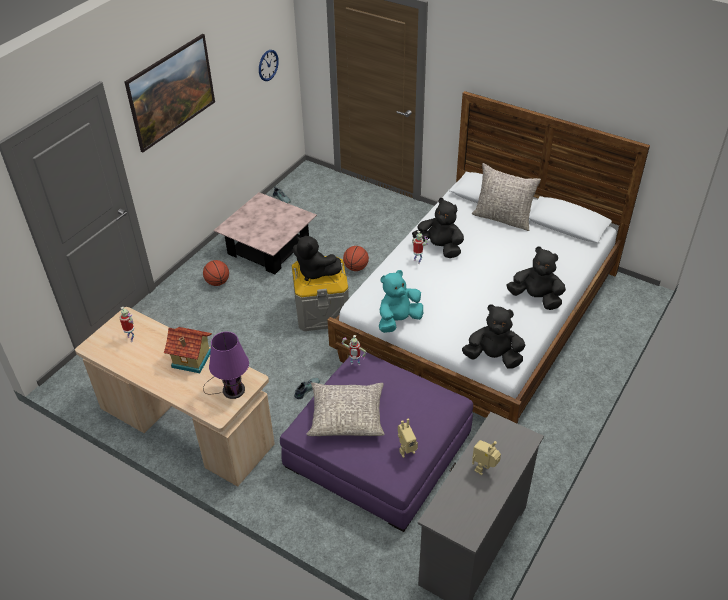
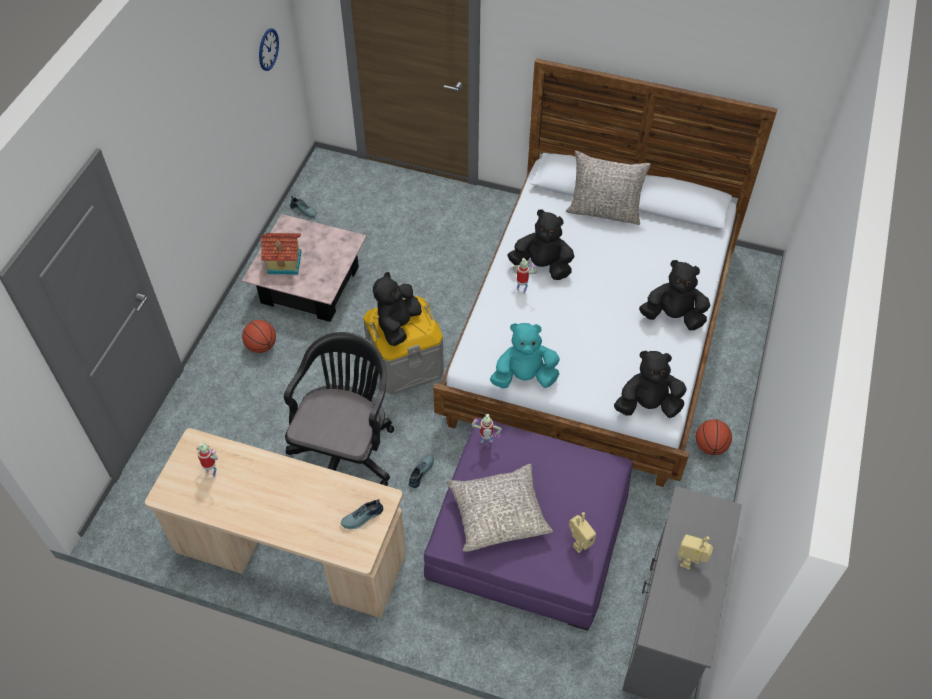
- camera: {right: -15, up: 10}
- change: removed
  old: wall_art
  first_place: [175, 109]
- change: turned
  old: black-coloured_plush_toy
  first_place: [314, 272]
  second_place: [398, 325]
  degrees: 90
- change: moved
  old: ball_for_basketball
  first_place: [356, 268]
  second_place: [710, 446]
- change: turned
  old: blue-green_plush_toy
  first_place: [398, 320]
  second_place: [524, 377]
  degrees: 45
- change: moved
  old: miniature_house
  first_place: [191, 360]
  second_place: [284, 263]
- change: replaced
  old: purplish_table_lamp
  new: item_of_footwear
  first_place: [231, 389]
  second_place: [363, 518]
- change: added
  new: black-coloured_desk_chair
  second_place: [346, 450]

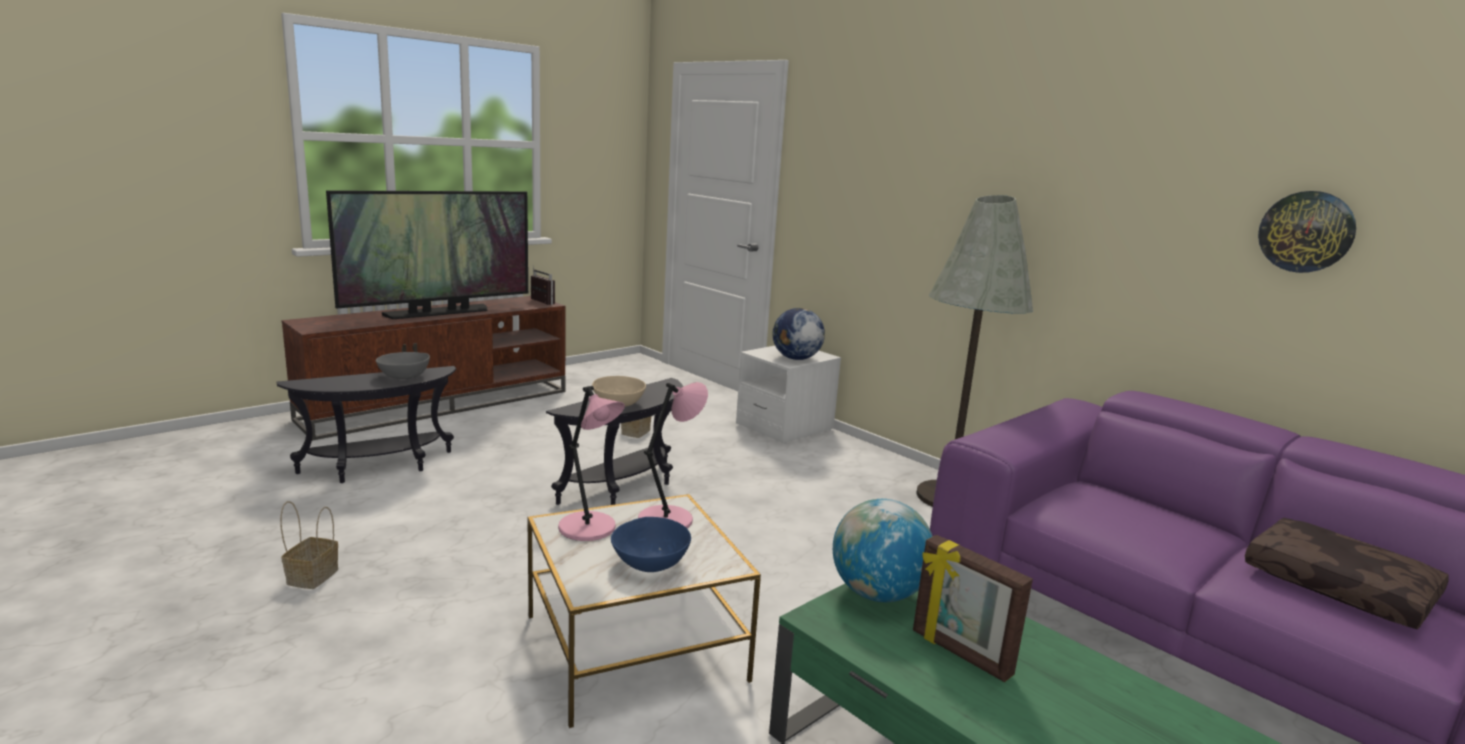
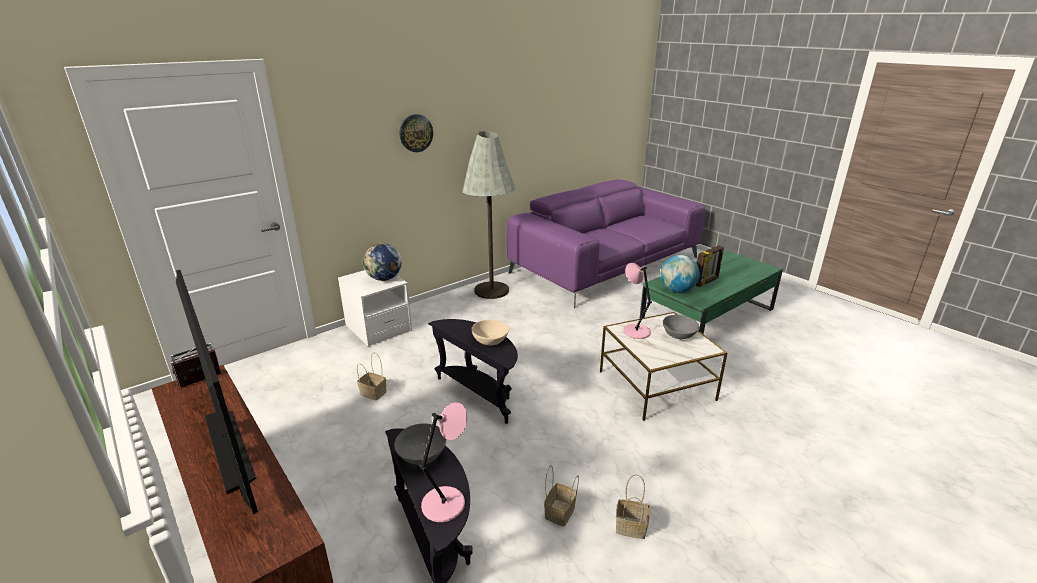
- camera: {right: -85, up: 10}
- change: moved
  old: wall_clock
  first_place: [1306, 232]
  second_place: [415, 133]
- change: moved
  old: pink_table_lamp
  first_place: [589, 529]
  second_place: [445, 503]
- change: recoloured
  old: blue-coloured_serving_bowl
  new: grey_serving_bowl
  first_place: [650, 563]
  second_place: [679, 335]
- change: removed
  old: brownish_throw_pillow
  first_place: [1340, 586]
- change: added
  new: basket
  second_place: [560, 513]

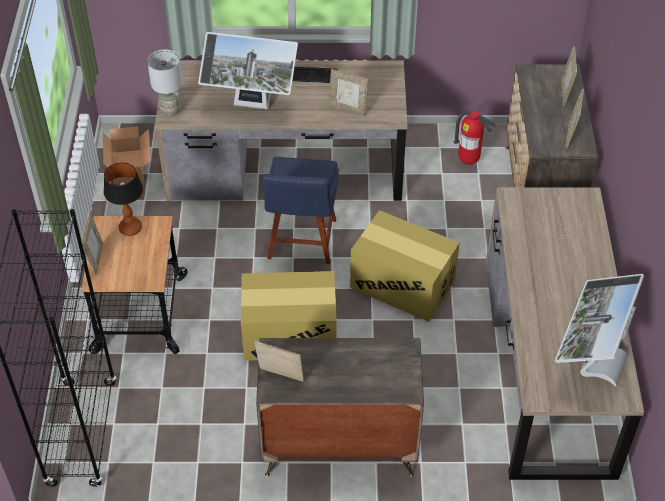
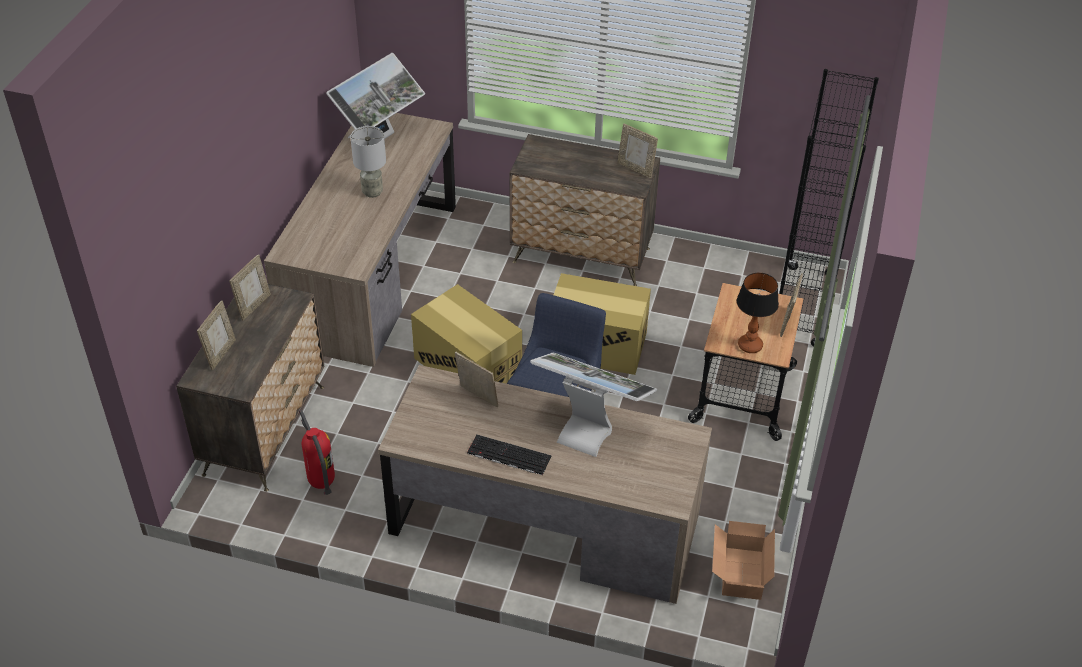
- camera: {right: -165, up: -5}
- change: moved
  old: grey_table_lamp
  first_place: [170, 111]
  second_place: [372, 192]

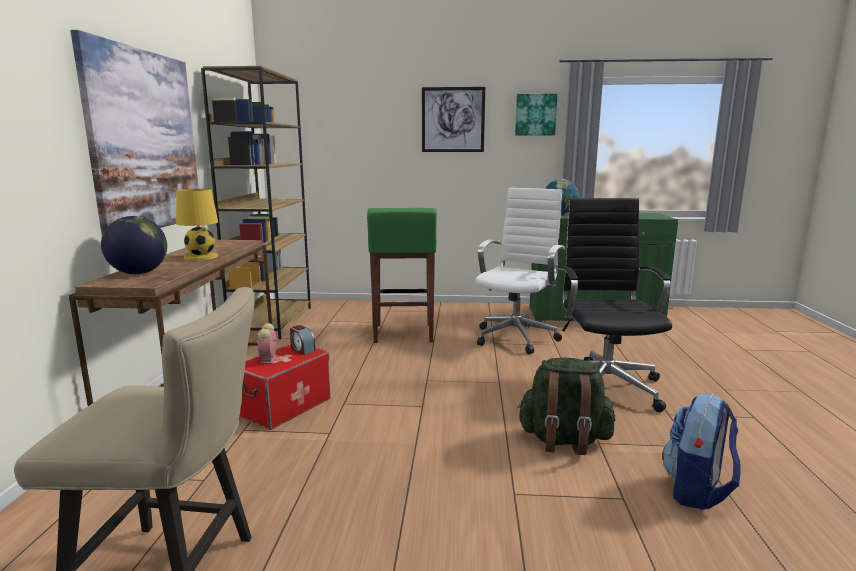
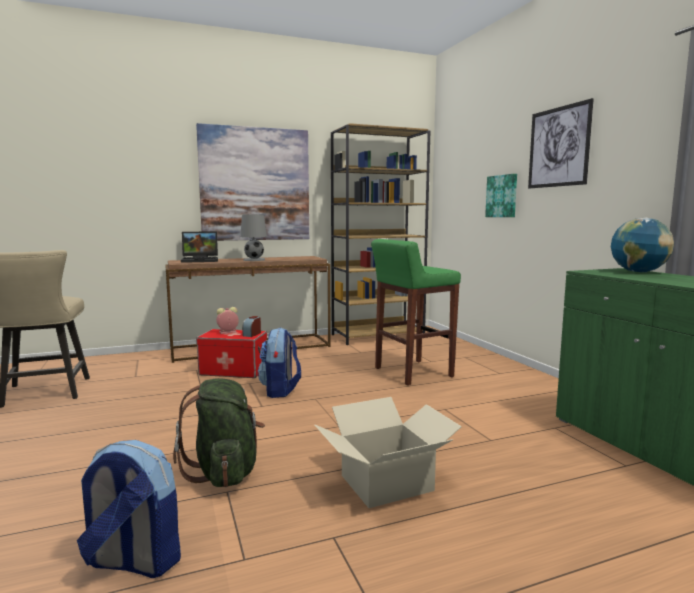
- camera: {right: 65, up: -5}
- change: moved
  old: wall_art
  first_place: [535, 115]
  second_place: [502, 196]
- change: removed
  old: whitish_desk_chair
  first_place: [517, 337]
- change: recoloured
  old: yellow_table_lamp
  new: grey_table_lamp
  first_place: [200, 257]
  second_place: [254, 260]
- change: replaced
  old: black-coloured_desk_chair
  new: cardboard_box
  first_place: [604, 385]
  second_place: [387, 483]
- change: replaced
  old: globe
  new: laptop
  first_place: [138, 273]
  second_place: [201, 260]
- change: added
  new: knapsack
  second_place: [280, 390]

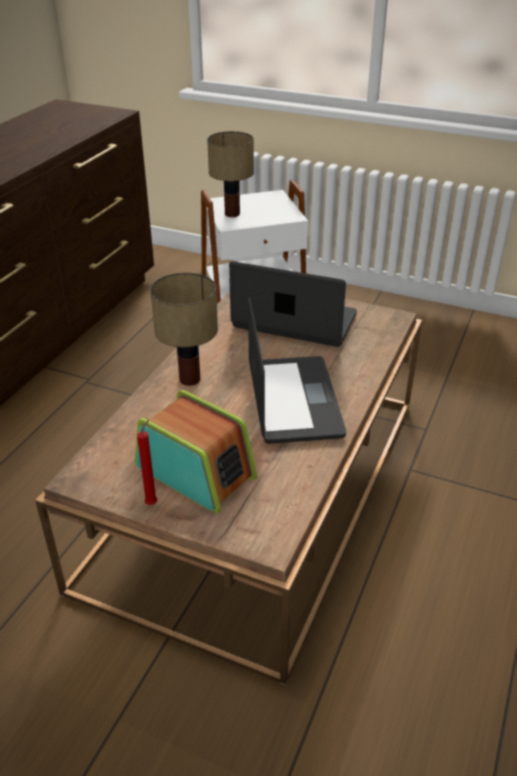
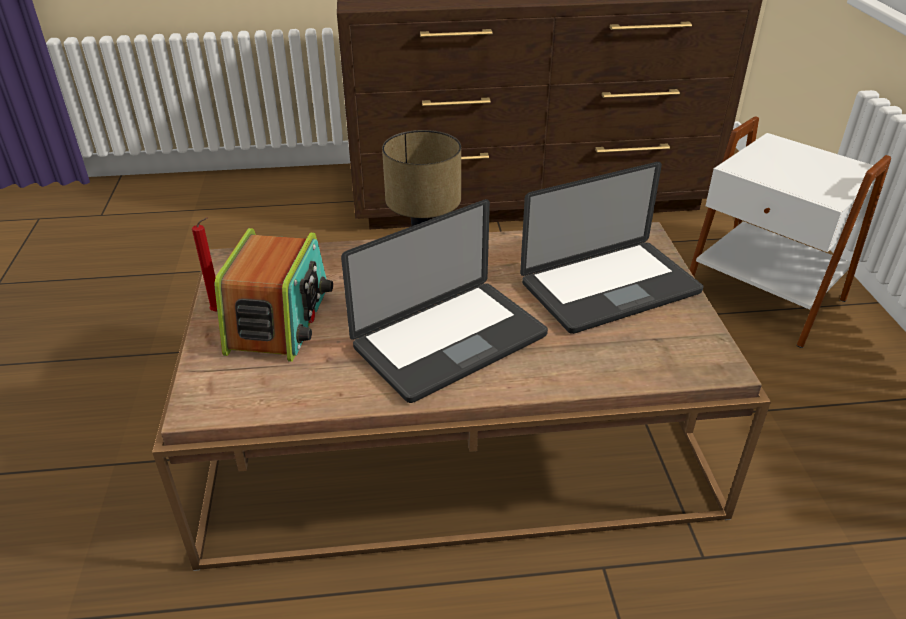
- camera: {right: 60, up: 0}
- change: removed
  old: table_lamp
  first_place: [232, 214]
- change: turned
  old: laptop
  first_place: [294, 321]
  second_place: [610, 288]
  degrees: 75

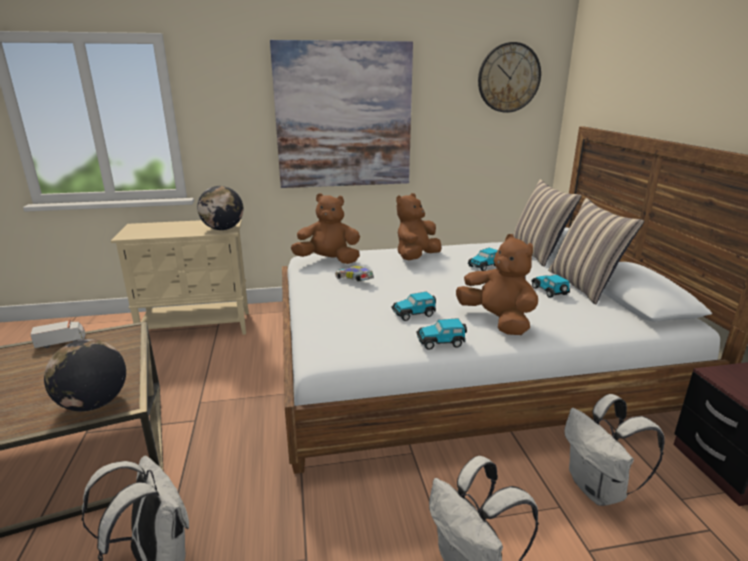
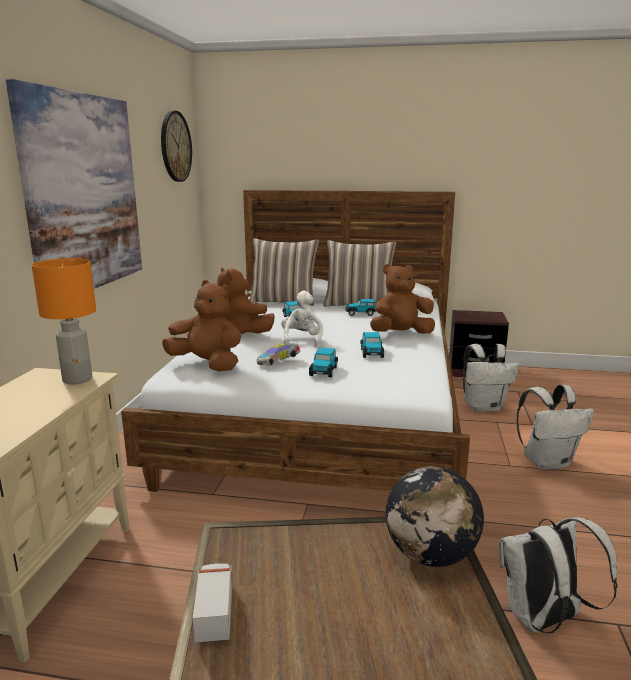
- camera: {right: -70, up: -5}
- change: replaced
  old: globe
  new: orange-coloured_table_lamp
  first_place: [223, 229]
  second_place: [78, 380]
- change: turned
  old: brownish_plush_toy
  first_place: [328, 260]
  second_place: [207, 364]
  degrees: 90
- change: moved
  old: miniature_car
  first_place: [441, 342]
  second_place: [323, 371]
- change: added
  new: whitish_plush_toy
  second_place: [302, 340]

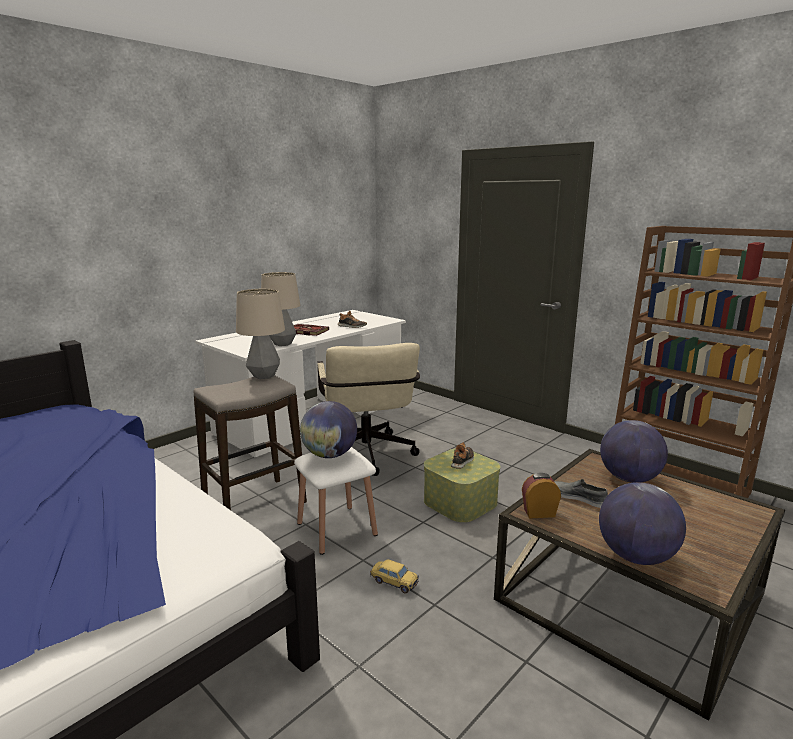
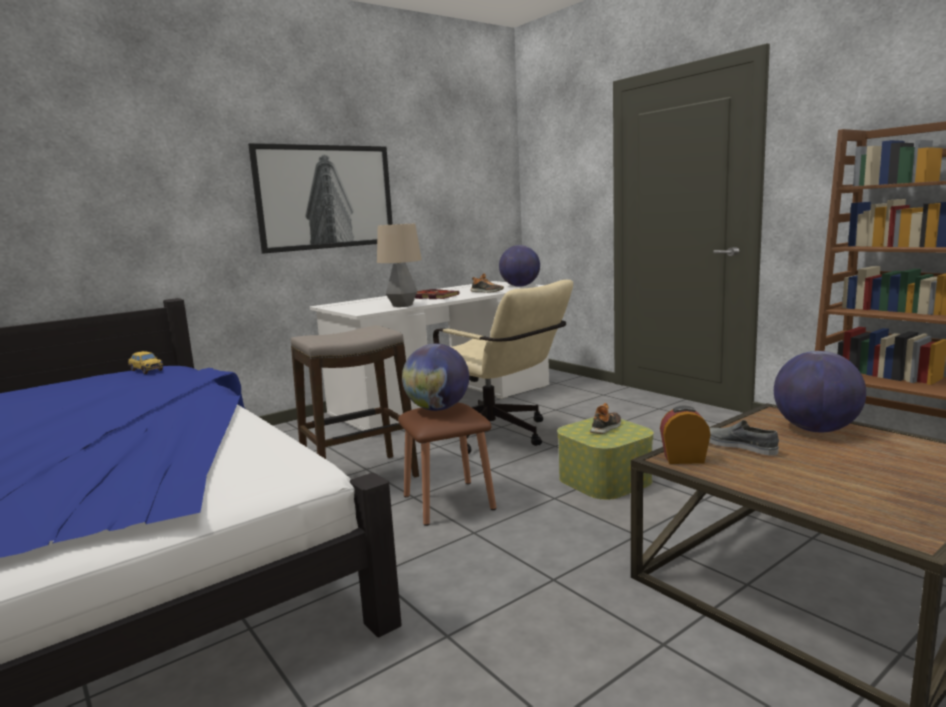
- camera: {right: 10, up: -5}
- change: removed
  old: table_lamp
  first_place: [264, 376]
- change: turned
  old: beige-coloured_desk_chair
  first_place: [368, 457]
  second_place: [499, 436]
  degrees: -45
- change: recoloured
  old: whitish_stool
  new: brownish_stool
  first_place: [336, 529]
  second_place: [448, 502]
- change: moved
  old: globe
  first_place: [635, 556]
  second_place: [520, 286]
- change: moved
  old: miniature_car
  first_place: [394, 582]
  second_place: [146, 370]
- change: added
  new: wall_art
  second_place: [325, 197]

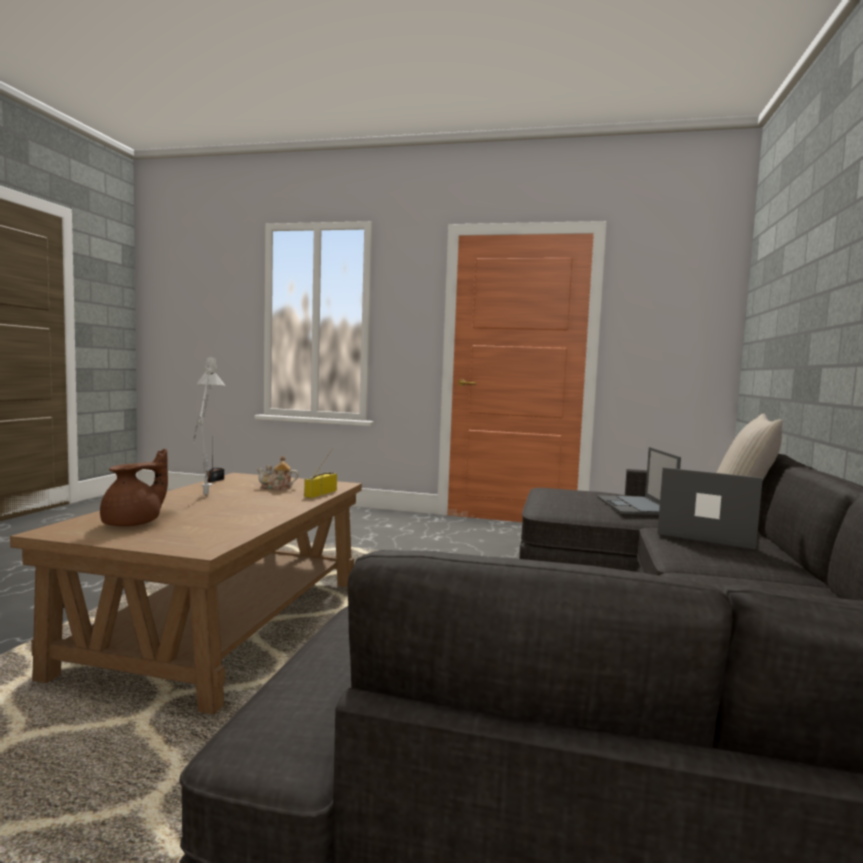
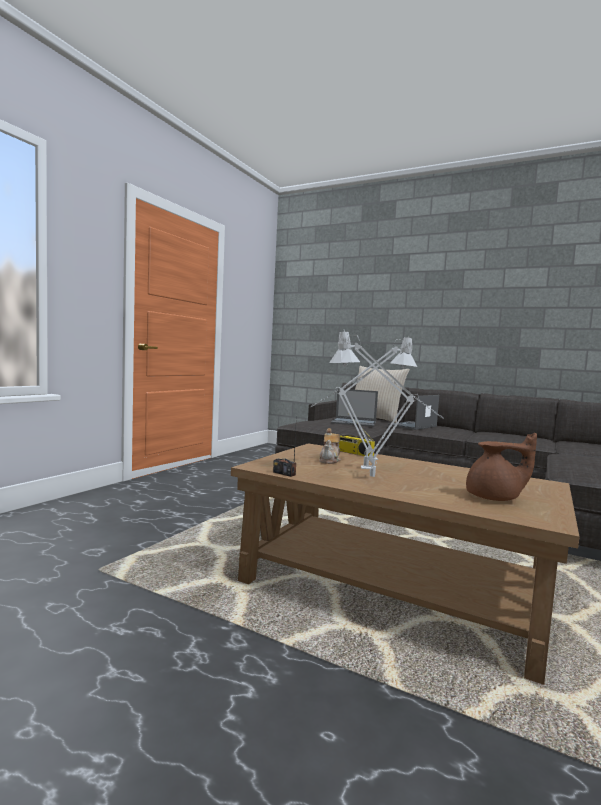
- camera: {right: -75, up: 0}
- change: turned
  old: brownish_tea_pot
  first_place: [134, 523]
  second_place: [495, 498]
  degrees: 135
- change: added
  new: grey_table_lamp
  second_place: [358, 468]

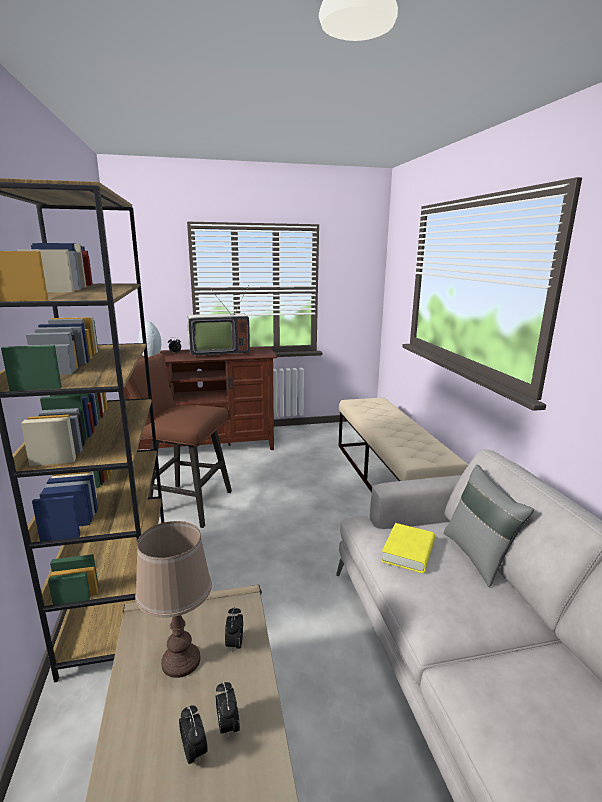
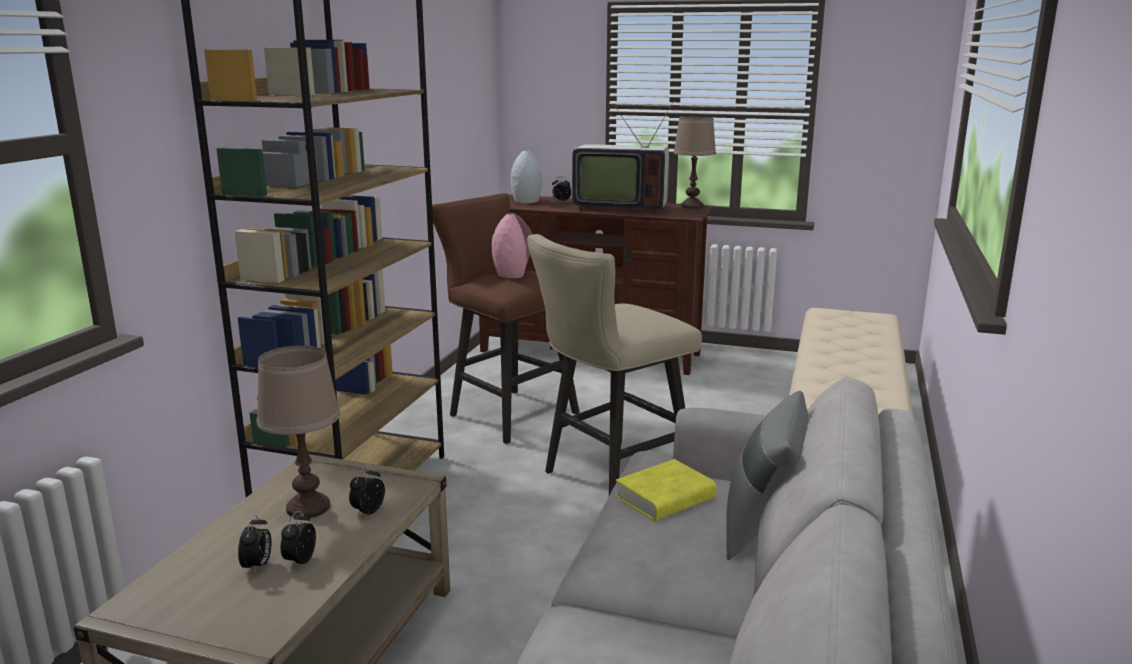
- camera: {right: 30, up: 0}
- change: added
  new: brownish_table_lamp
  second_place: [692, 206]
- change: added
  new: pink_vase
  second_place: [512, 274]
- change: added
  new: beige-coloured_stool
  second_place: [609, 479]

